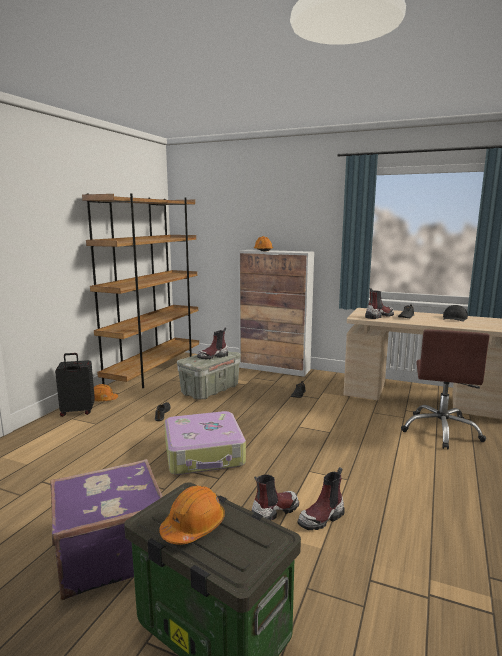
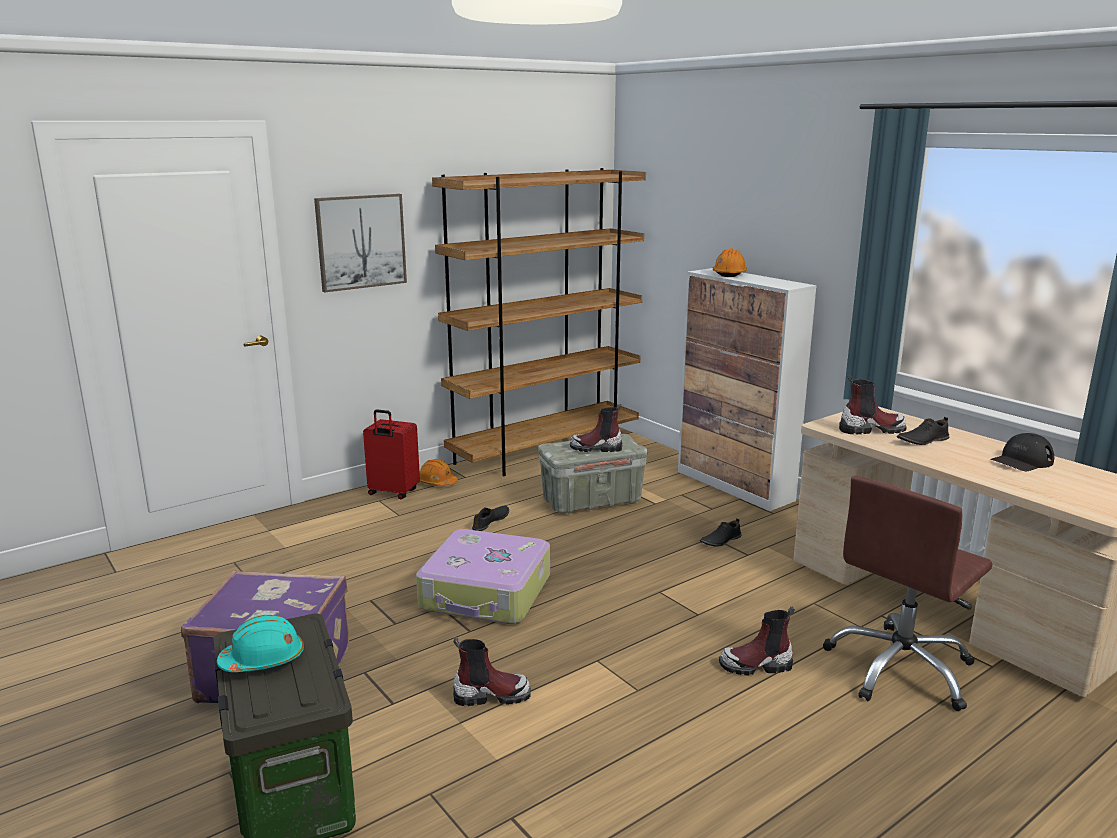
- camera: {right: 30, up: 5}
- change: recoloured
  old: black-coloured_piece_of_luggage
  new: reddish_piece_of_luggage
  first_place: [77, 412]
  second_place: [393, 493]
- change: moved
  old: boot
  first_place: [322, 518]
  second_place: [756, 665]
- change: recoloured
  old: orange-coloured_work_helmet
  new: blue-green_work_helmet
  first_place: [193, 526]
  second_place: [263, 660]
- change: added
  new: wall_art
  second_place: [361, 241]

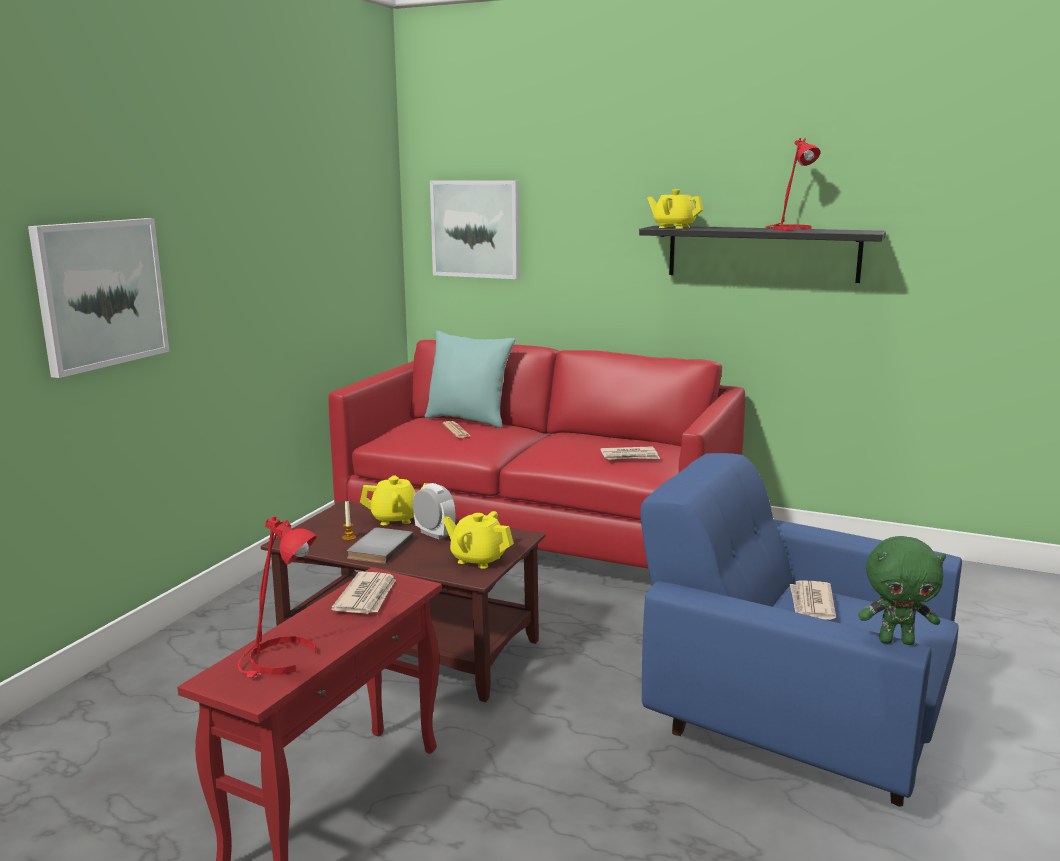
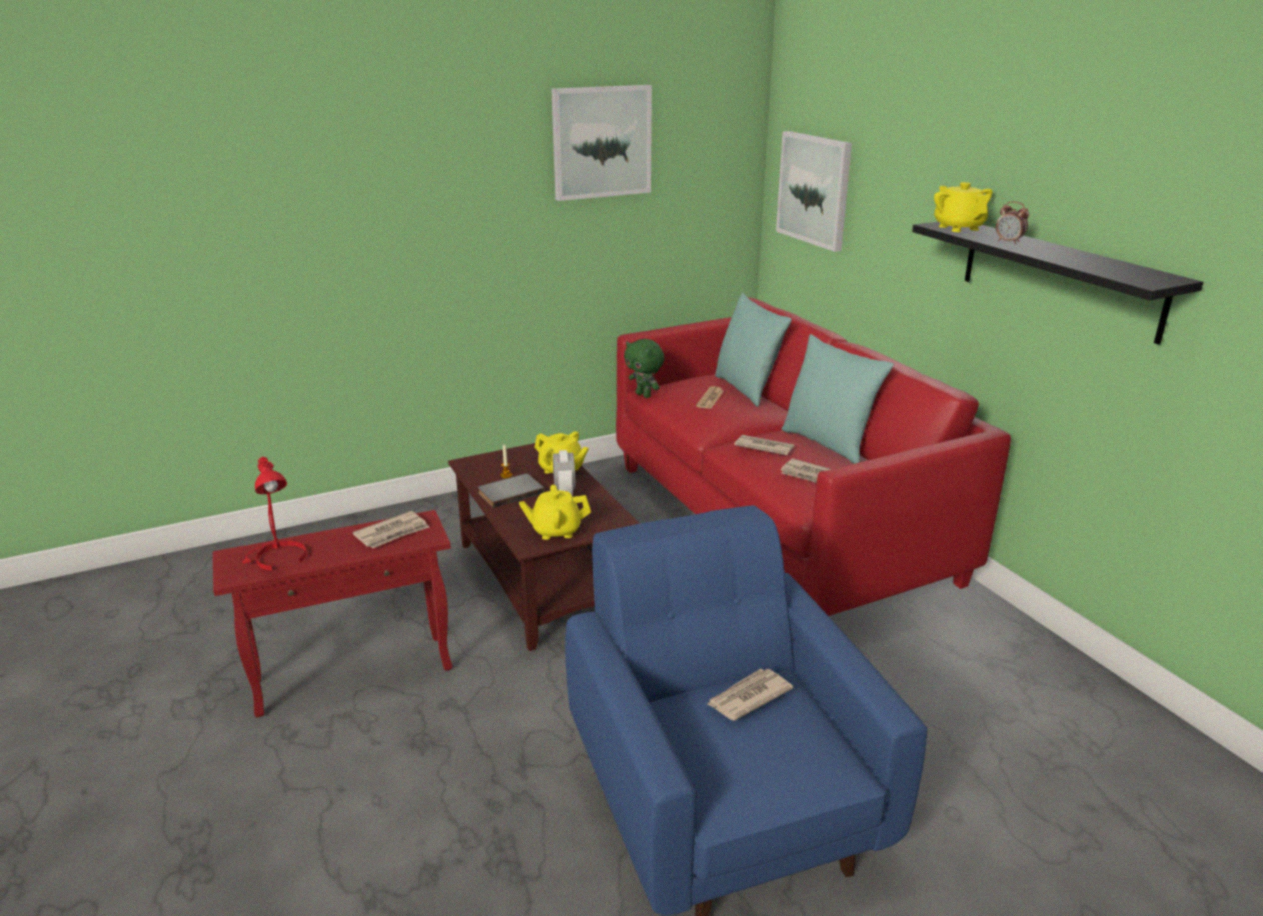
- camera: {right: 40, up: 10}
- change: removed
  old: reddish_table_lamp
  first_place: [790, 229]
- change: moved
  old: wall_art
  first_place: [100, 294]
  second_place: [601, 142]
- change: turned
  old: yellow_tea_pot
  first_place: [478, 559]
  second_place: [556, 531]
  degrees: -75
- change: moved
  old: green-coloured_plush_toy
  first_place: [896, 641]
  second_place: [644, 395]
- change: added
  new: table_clock
  second_place: [1009, 242]
- change: added
  new: blue-green_throw_pillow
  second_place: [828, 443]
- change: added
  new: newspaper
  second_place: [763, 447]

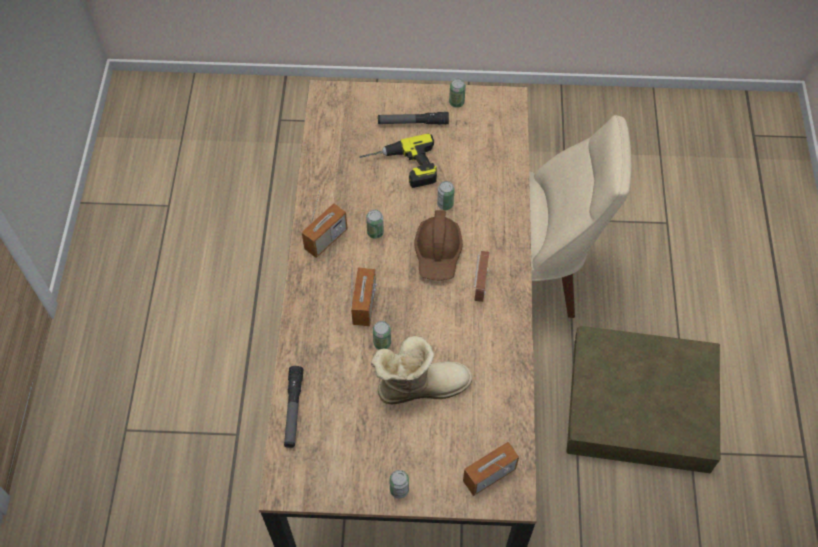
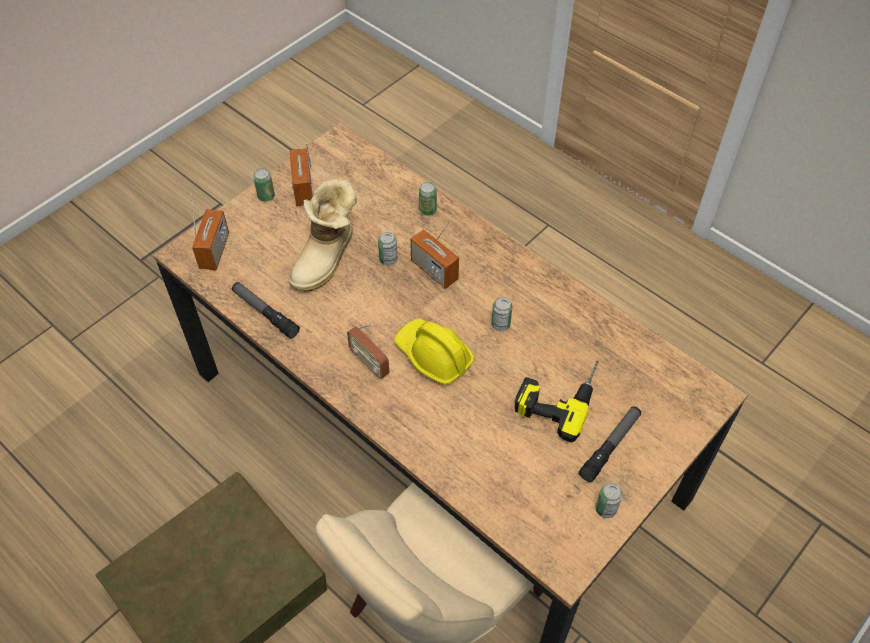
- camera: {right: 130, up: -5}
- change: moved
  old: can
  first_place: [445, 204]
  second_place: [427, 210]
- change: moved
  old: radio_set
  first_place: [326, 239]
  second_place: [303, 189]
- change: recoloured
  old: brownish_work_helmet
  new: yellow_work_helmet
  first_place: [438, 253]
  second_place: [433, 356]
- change: moved
  old: torch
  first_place: [293, 409]
  second_place: [265, 313]

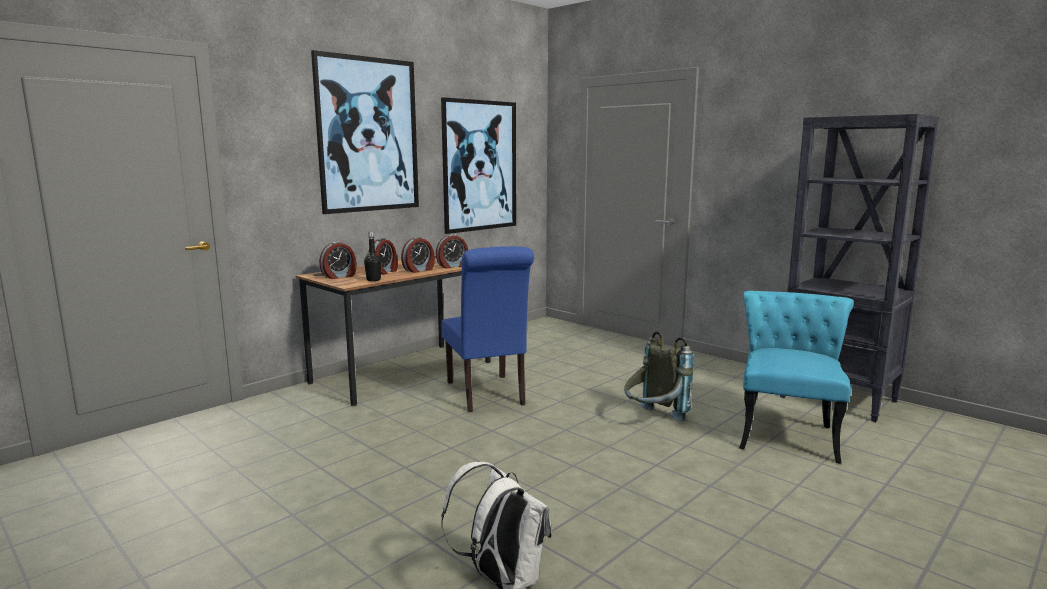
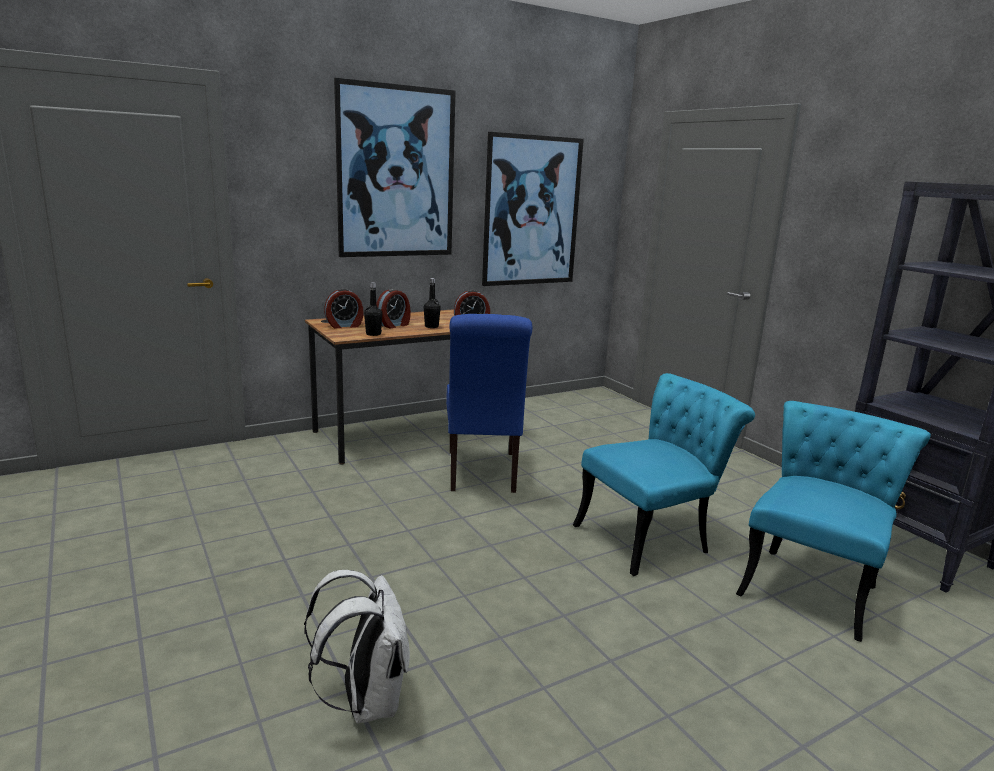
- camera: {right: 15, up: 5}
- change: replaced
  old: table_clock
  new: black-coloured_bottle
  first_place: [419, 270]
  second_place: [431, 326]
- change: replaced
  old: grey_knapsack
  new: blue-green_chair
  first_place: [653, 420]
  second_place: [651, 537]

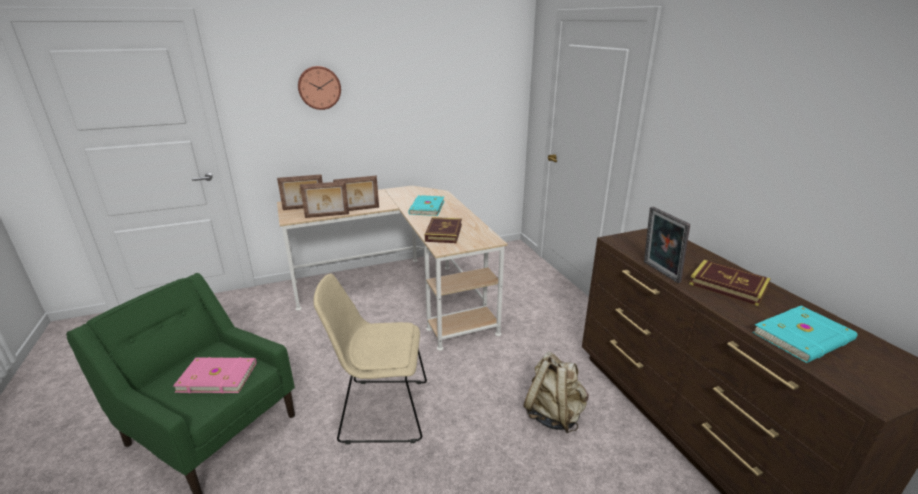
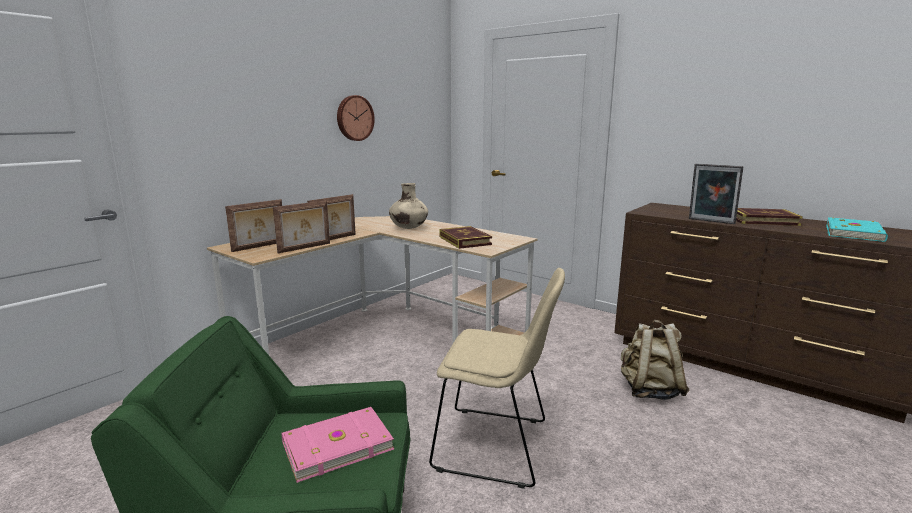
- camera: {right: -30, up: -10}
- change: moved
  old: wall_clock
  first_place: [319, 87]
  second_place: [354, 118]
- change: replaced
  old: blue-green_bound_book
  new: beige-coloured_vase
  first_place: [426, 207]
  second_place: [409, 228]
- change: turned
  old: beige-coloured_chair
  first_place: [380, 410]
  second_place: [496, 446]
  degrees: -135

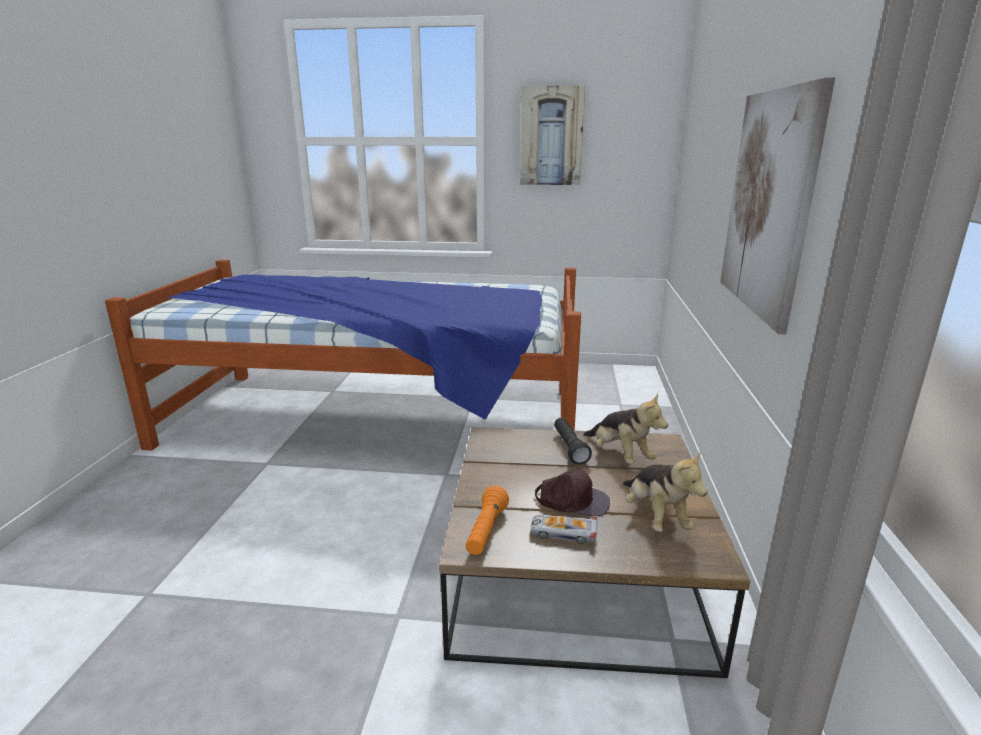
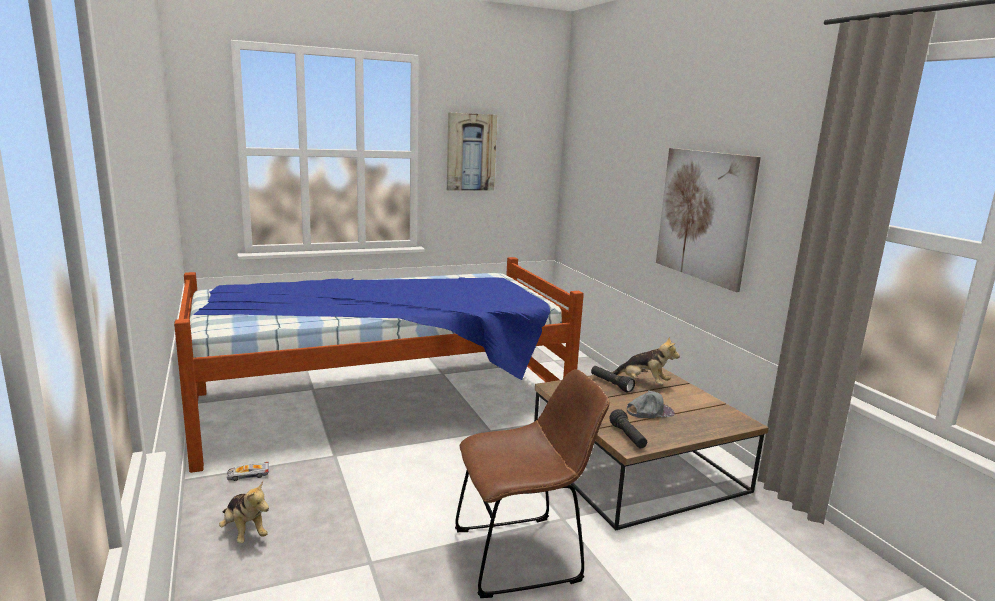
- camera: {right: -30, up: -5}
- change: moved
  old: plush_toy
  first_place: [655, 517]
  second_place: [244, 532]
- change: recoloured
  old: brownish_cap
  new: grey_cap
  first_place: [572, 500]
  second_place: [649, 411]
- change: recoloured
  old: orange-coloured_torch
  new: black-coloured_torch
  first_place: [486, 531]
  second_place: [628, 437]
- change: moved
  old: miniature_car
  first_place: [563, 533]
  second_place: [248, 475]
- change: added
  new: brownish_chair
  second_place: [523, 554]

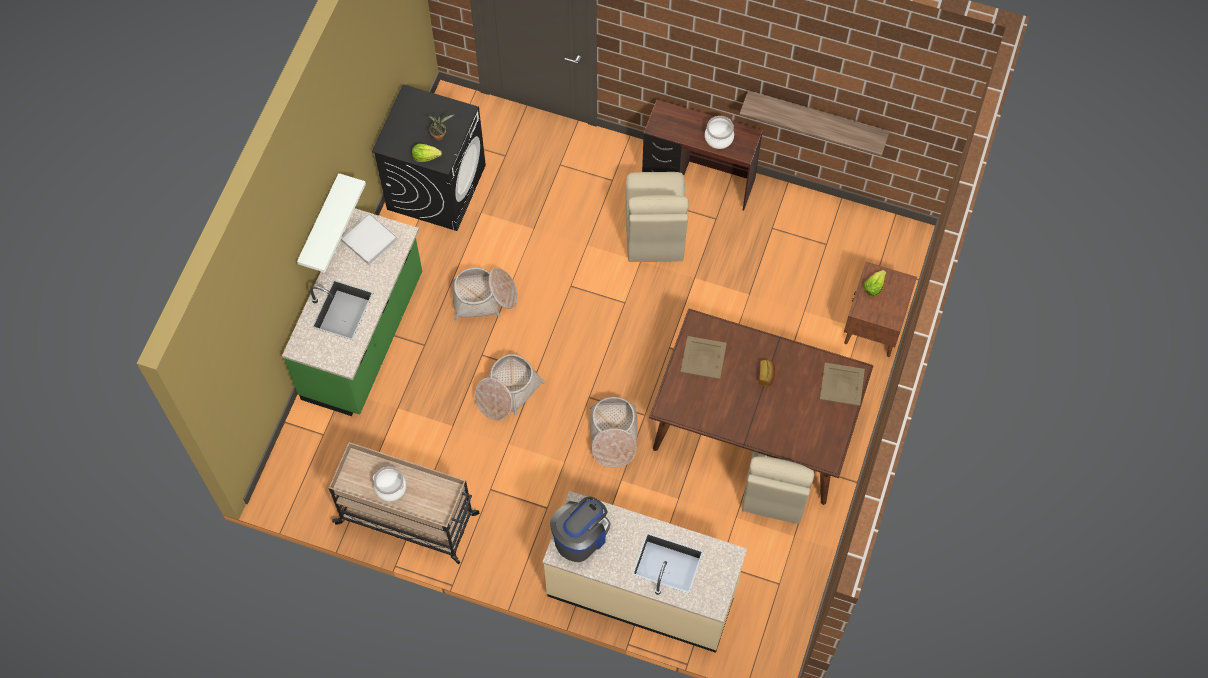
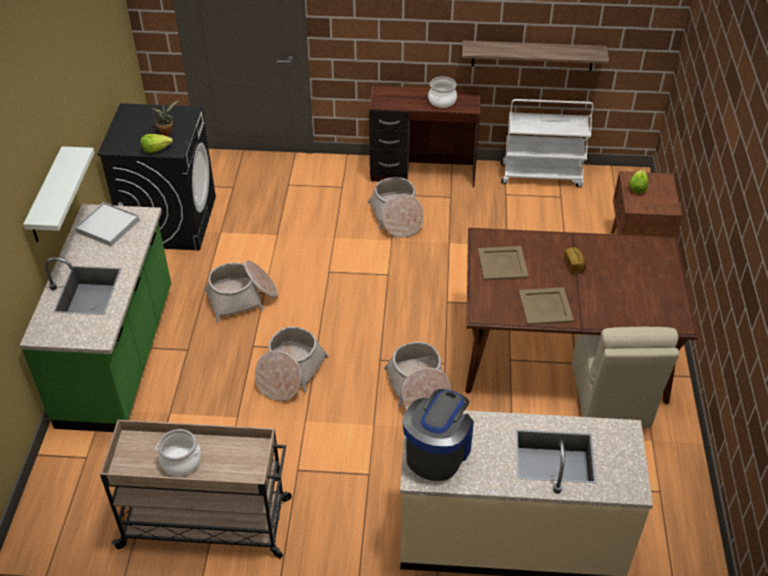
- camera: {right: -15, up: -20}
- change: replaced
  old: beige-coloured_chair
  new: basket
  first_place: [654, 233]
  second_place: [396, 217]
- change: moved
  old: beige-coloured_tray
  first_place: [841, 384]
  second_place: [545, 306]
- change: added
  new: whitish_trolley
  second_place: [542, 175]

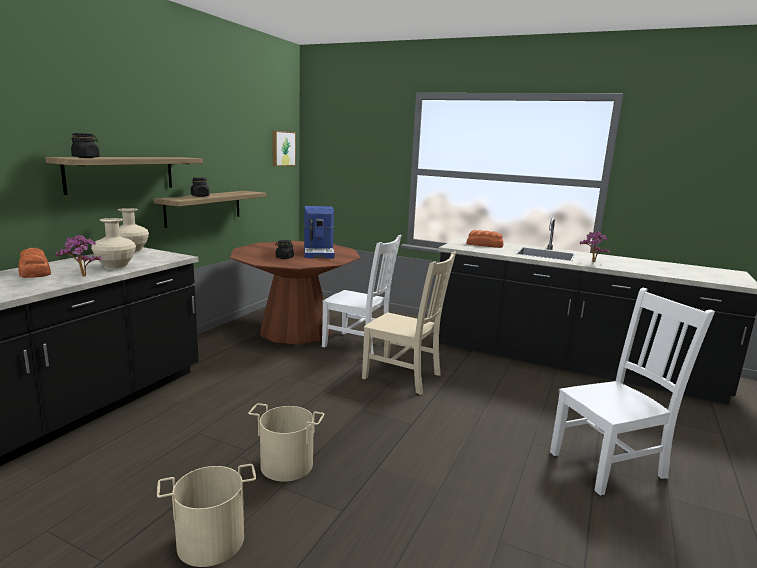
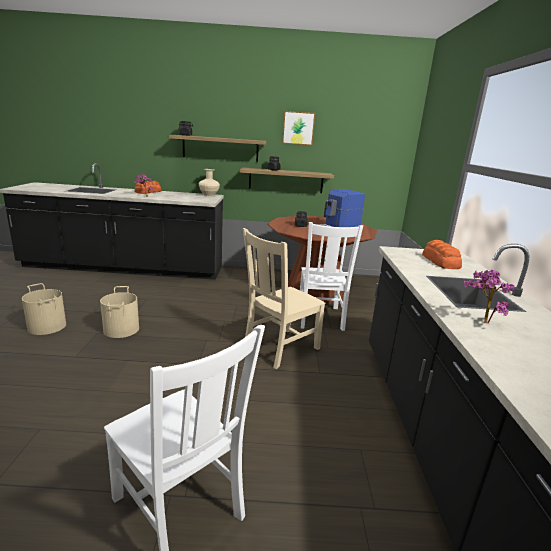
- camera: {right: 65, up: 5}
- change: moved
  old: wall_art
  first_place: [282, 148]
  second_place: [298, 128]
- change: removed
  old: beige-coloured_vase
  first_place: [115, 267]
- change: turned
  old: beige-coloured_chair
  first_place: [404, 377]
  second_place: [279, 348]
  degrees: 45

